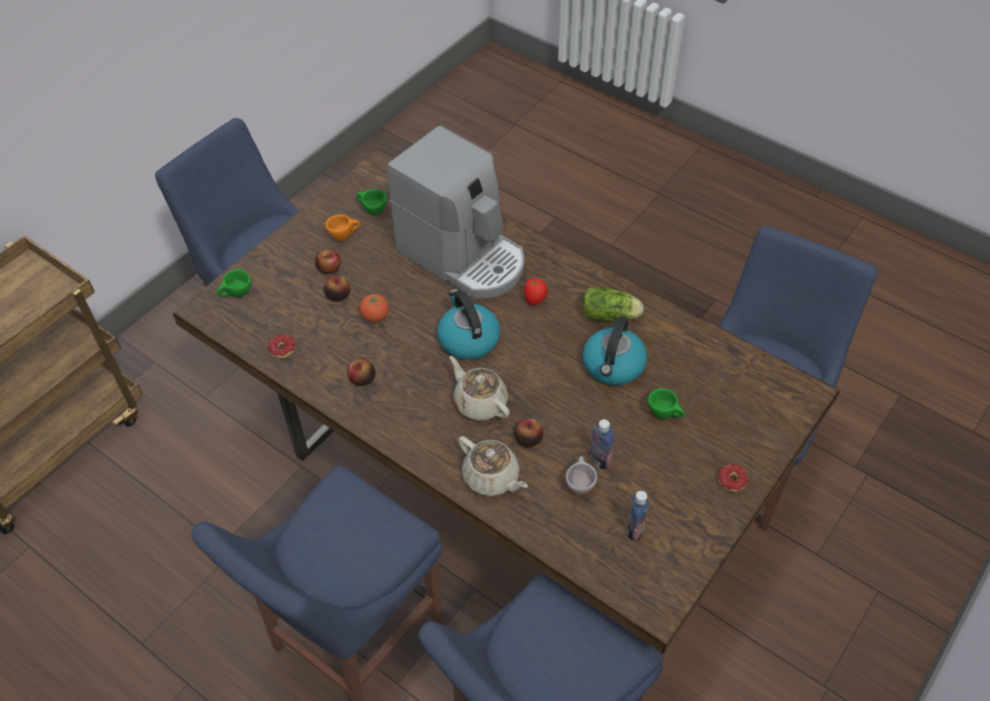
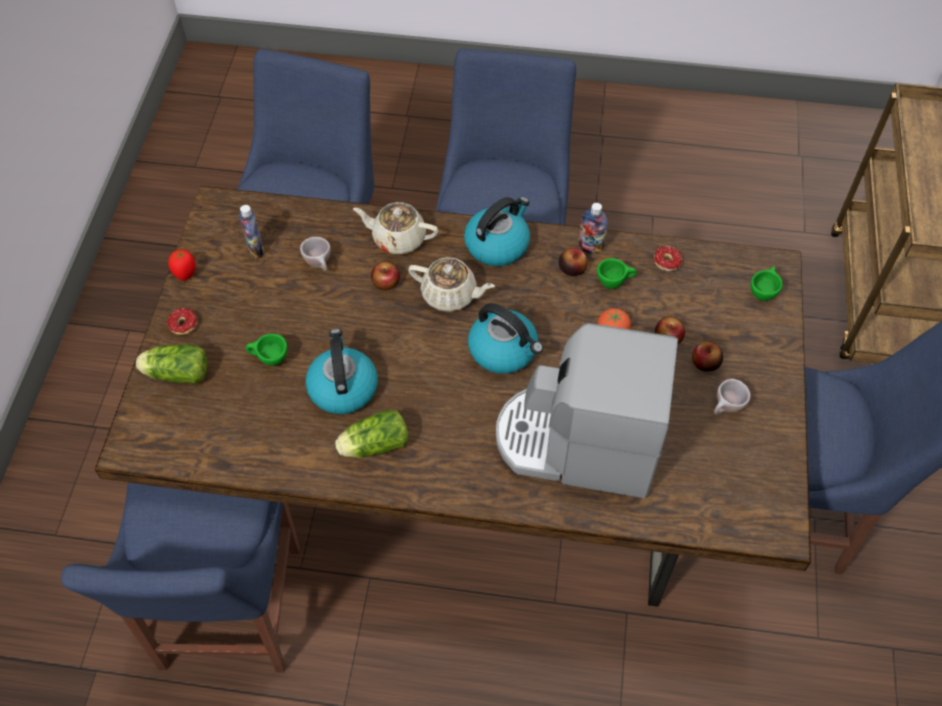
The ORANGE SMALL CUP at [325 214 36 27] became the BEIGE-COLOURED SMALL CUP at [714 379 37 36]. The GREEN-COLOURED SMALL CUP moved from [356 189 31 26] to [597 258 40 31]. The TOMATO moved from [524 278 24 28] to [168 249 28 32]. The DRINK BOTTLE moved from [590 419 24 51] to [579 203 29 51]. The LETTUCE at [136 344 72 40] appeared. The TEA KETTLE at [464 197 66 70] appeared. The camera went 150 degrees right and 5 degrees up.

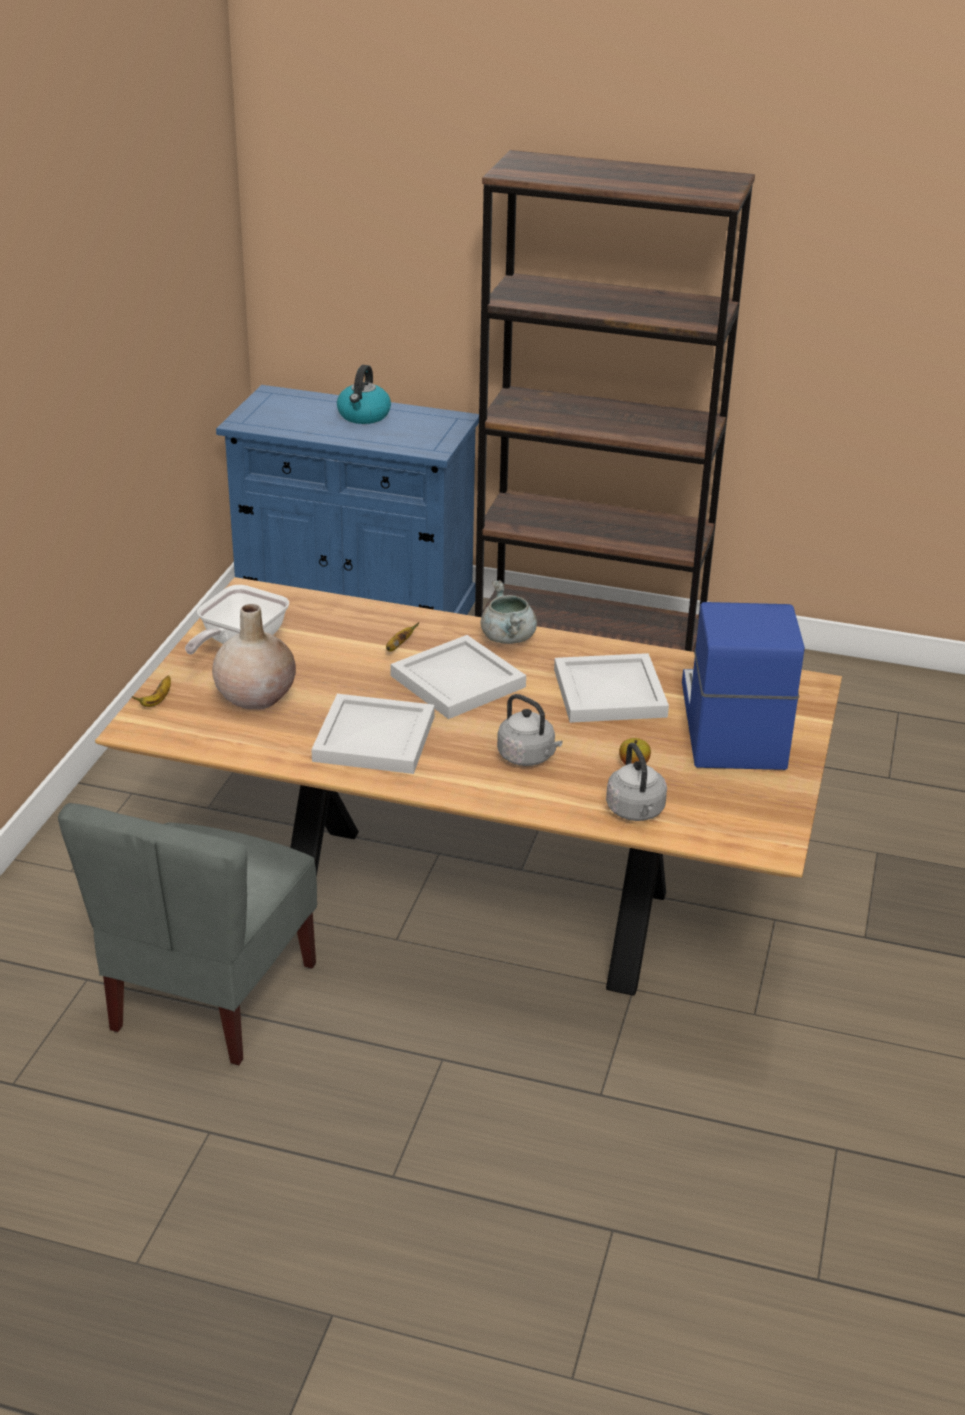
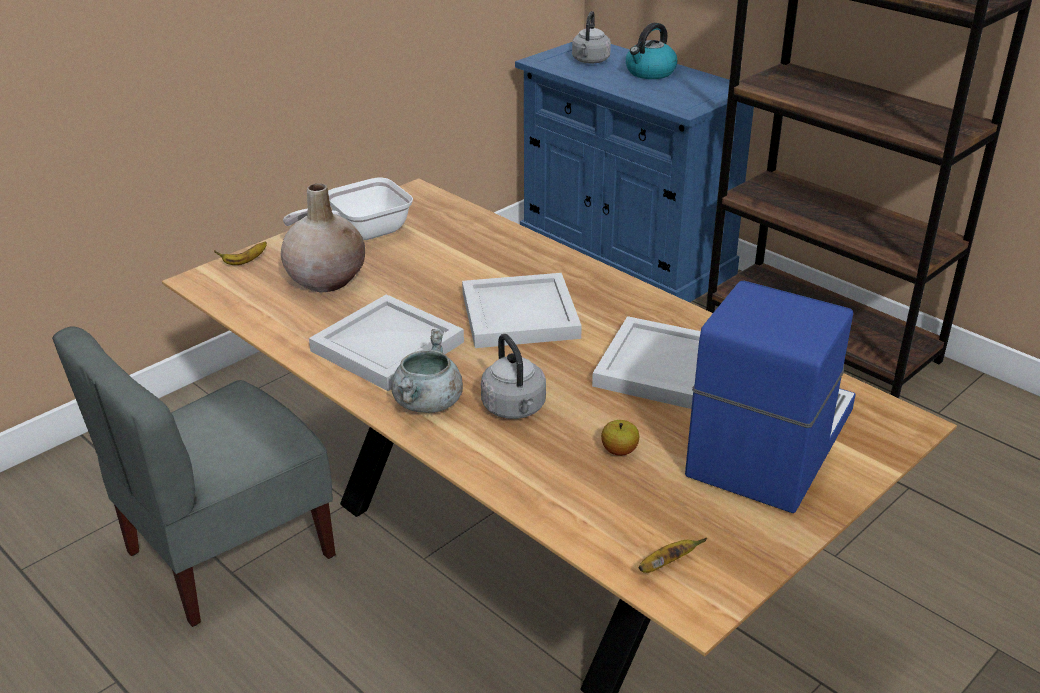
The BANANA FRUIT moved from [386 622 33 30] to [639 538 68 35]. The GREYISH SAUCEPOT moved from [481 580 56 64] to [391 329 72 84]. The GREYISH TEA KETTLE moved from [606 743 61 78] to [572 11 39 53]. The camera went 30 degrees right and 0 degrees up.

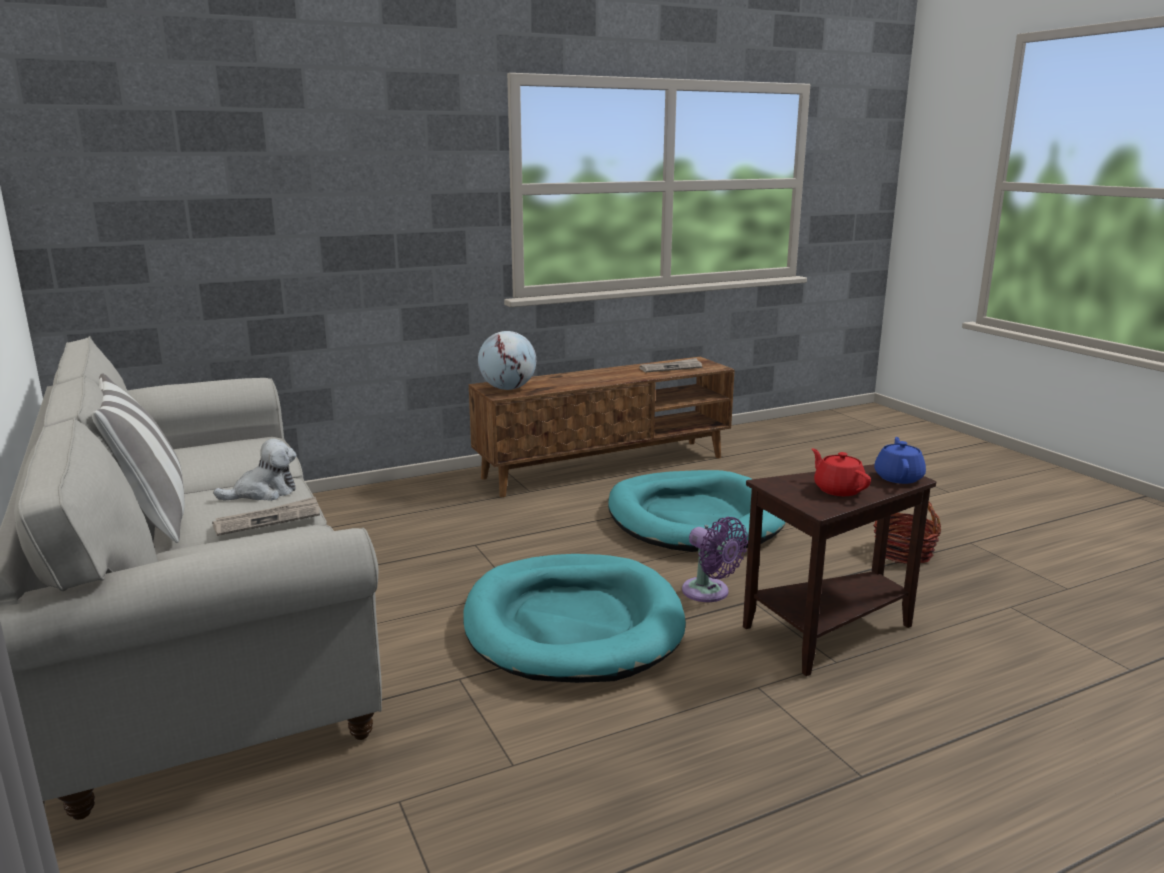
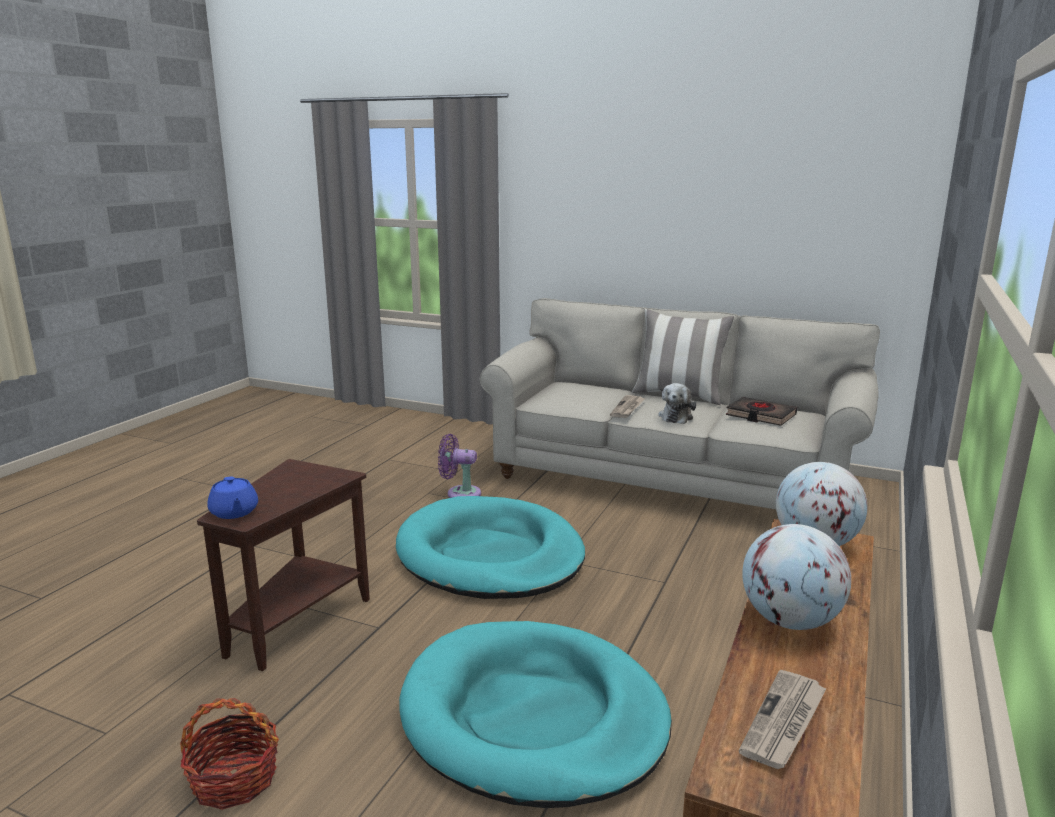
The PURPLISH COOLING FAN moved from [682 517 66 85] to [438 434 43 64]. The RED TEAPOT at [812 448 59 48] disappeared. The BLACK BOUND BOOK at [726 397 71 29] appeared. The DESK GLOBE at [742 524 109 106] appeared. The camera went 140 degrees right and 0 degrees up.

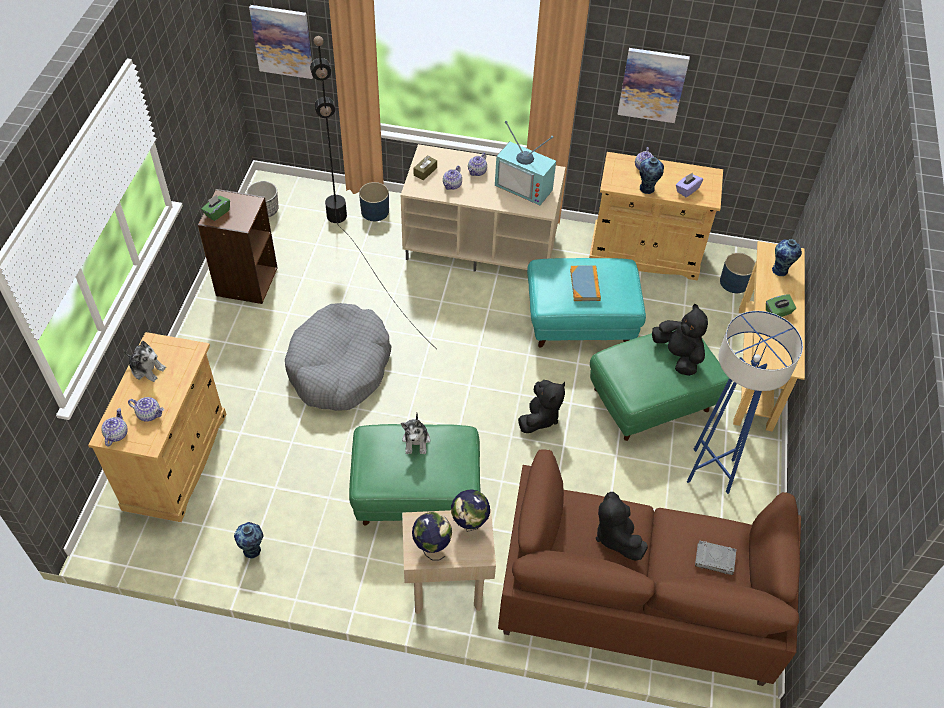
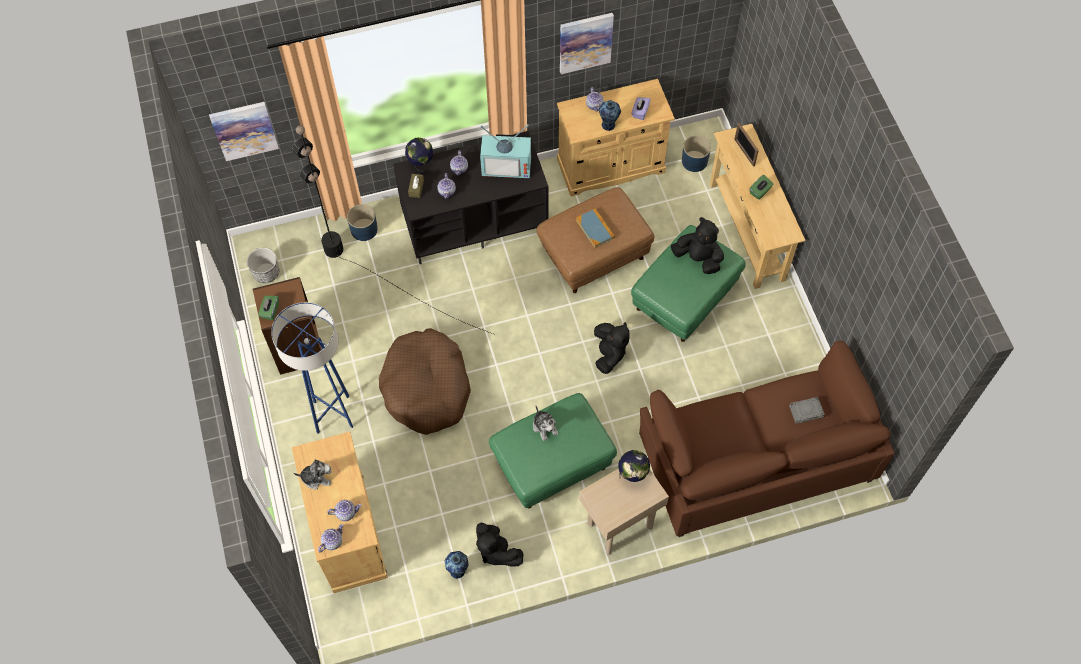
The TEAPOT at [101 408 27 38] turned 60 degrees clockwise. The GREYISH DOG BED at [285 303 106 108] became the BROWN DOG BED at [379 328 92 107]. The BEIGE-COLOURED MEDIA CONSOLE at [401 144 164 128] became the BLACK MEDIA CONSOLE at [393 131 155 133]. The DESK GLOBE moved from [412 512 40 49] to [405 137 28 35]. The BLUE-GREEN POUFFE at [527 258 119 89] became the BROWN POUFFE at [536 187 118 106]. The BLACK SOFT TOY moved from [596 492 52 69] to [476 522 48 45]. The BLUE-COLOURED STANDARD LAMP moved from [687 311 116 183] to [271 302 82 132]. The FLOWER VASE at [772 239 30 37] was replaced by the PHOTO FRAME at [734 123 25 44]. The camera went 25 degrees left and 10 degrees up.

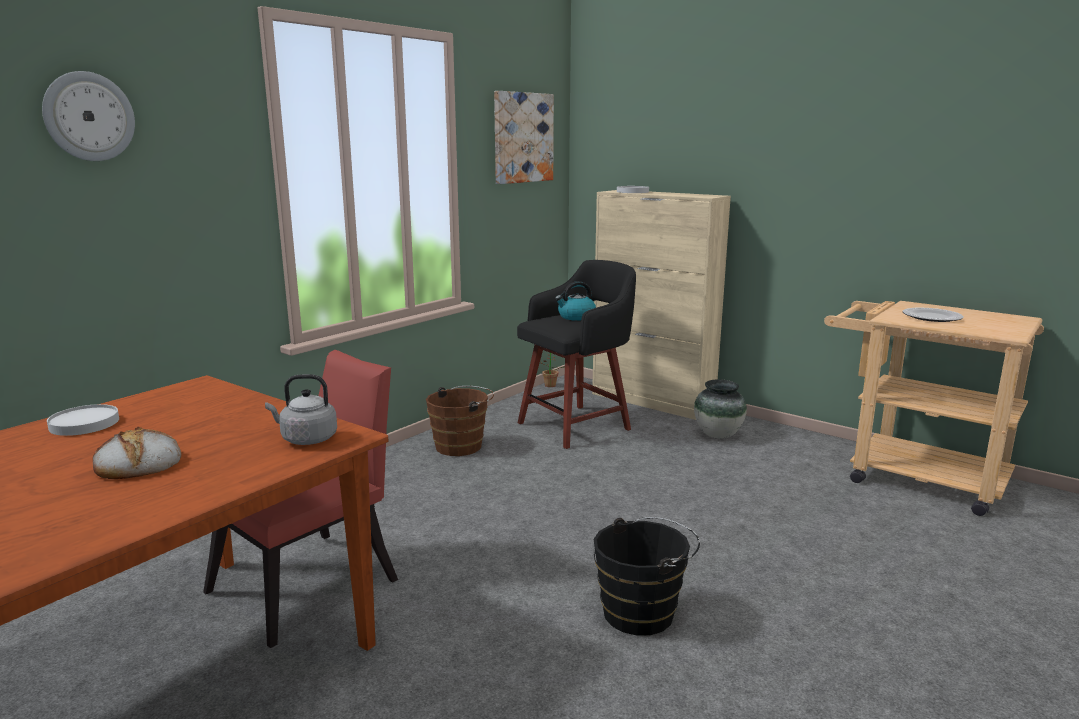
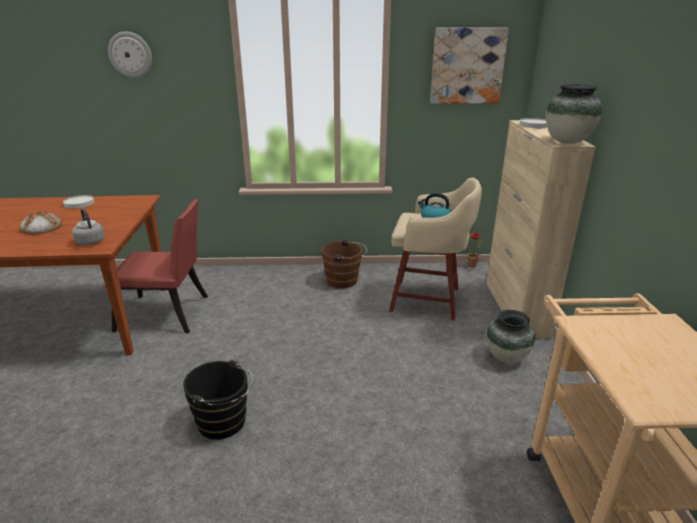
The BLACK STOOL SEAT at [517 260 119 189] became the BEIGE-COLOURED STOOL SEAT at [389 177 93 143]. The DINNER PLATE at [903 308 61 14] disappeared. The FLOWER VASE at [546 84 56 60] appeared. The camera went 50 degrees right and 10 degrees up.

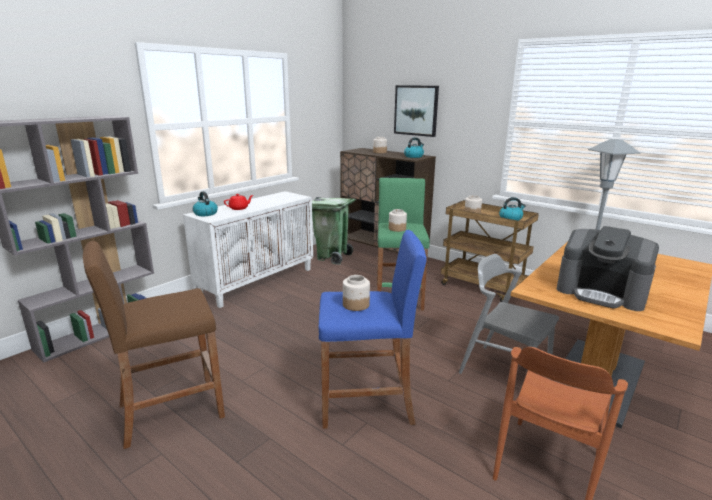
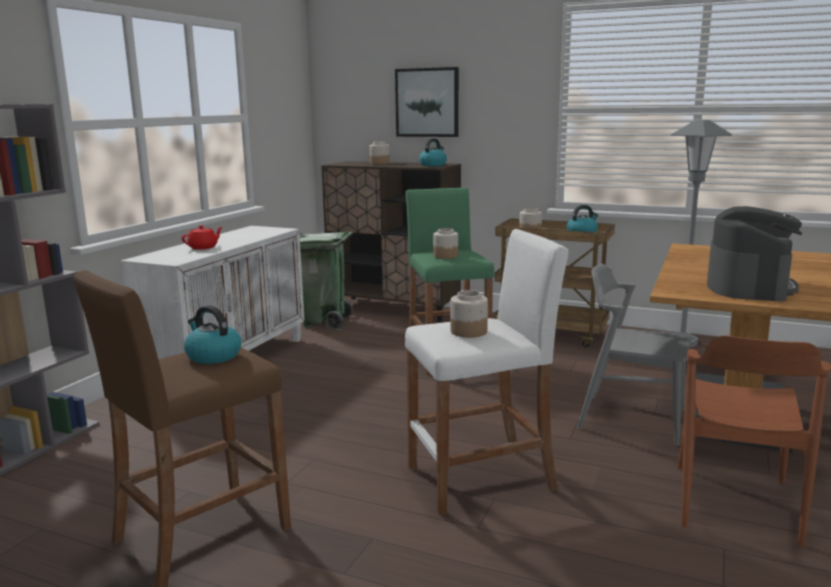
The TEA KETTLE moved from [193 191 25 25] to [184 305 57 59]. The BLUE-COLOURED STOOL SEAT at [318 230 108 199] became the WHITE STOOL SEAT at [405 229 163 286]. The COFFEE MACHINE at [557 226 102 85] turned 90 degrees counterclockwise. The camera went 15 degrees left and 5 degrees down.

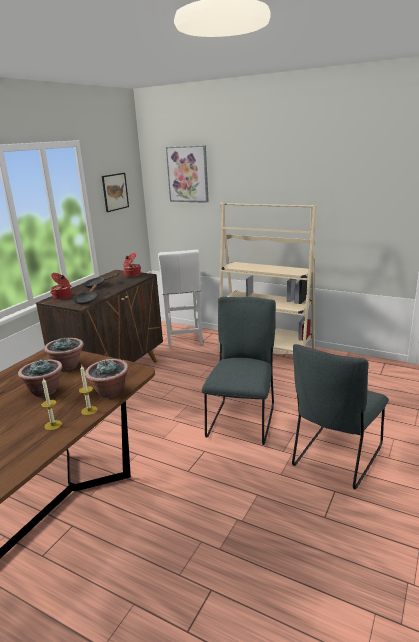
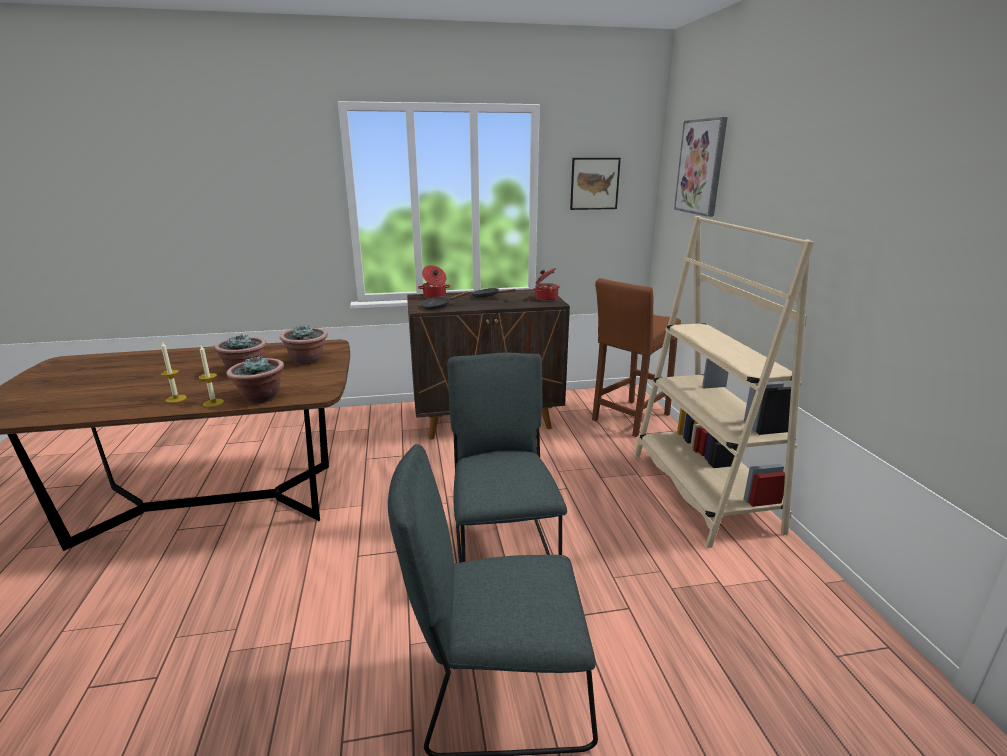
The WHITE STOOL SEAT at [158 250 45 97] became the BROWN STOOL SEAT at [592 278 89 159]. The GREYISH UPRIGHT CHAIR at [201 297 75 148] turned 75 degrees counterclockwise. The camera went 50 degrees right and 0 degrees up.

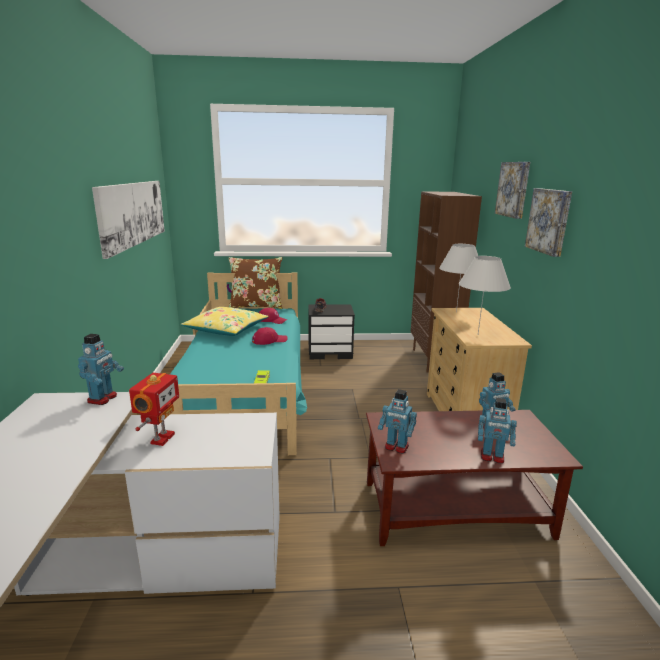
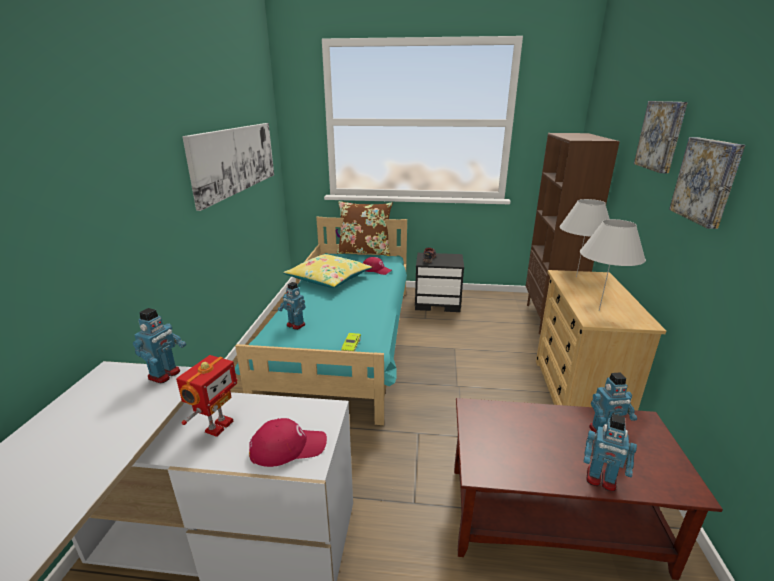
The RED BASEBALL CAP moved from [252 327 36 18] to [249 418 78 49]. The TOY ROBOT moved from [378 389 39 64] to [278 282 28 48]. The camera went 10 degrees right and 5 degrees up.

